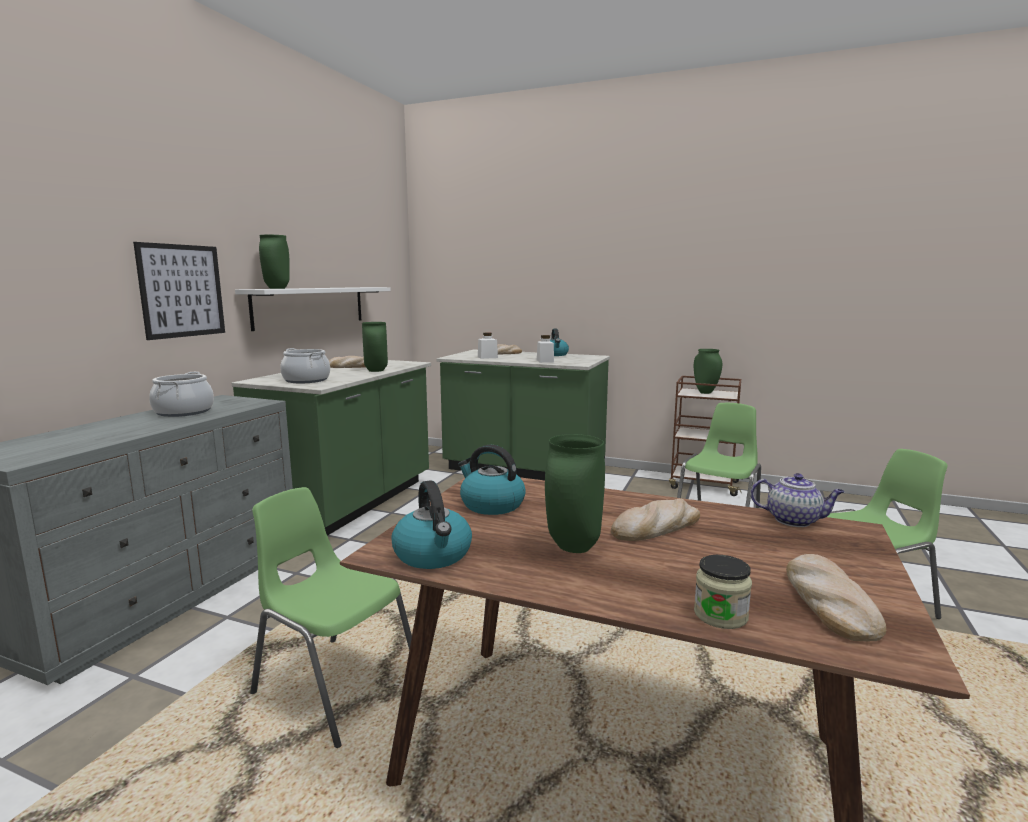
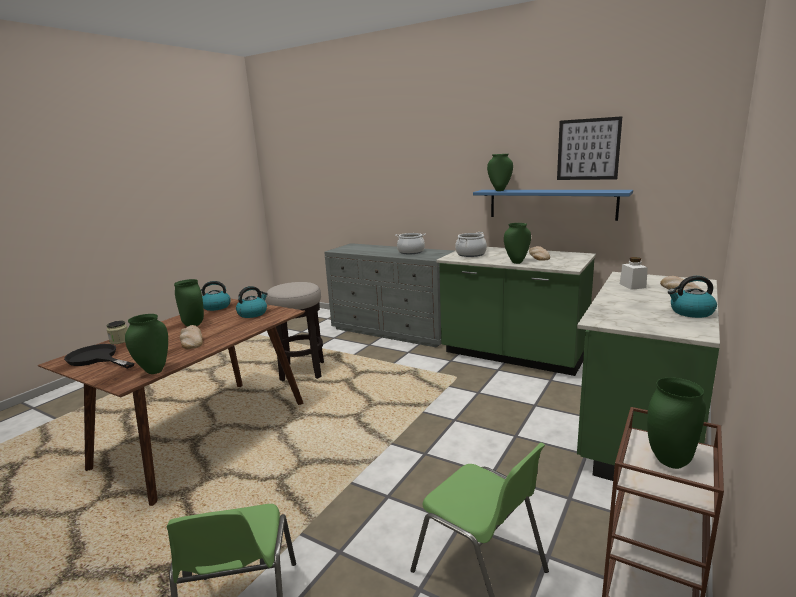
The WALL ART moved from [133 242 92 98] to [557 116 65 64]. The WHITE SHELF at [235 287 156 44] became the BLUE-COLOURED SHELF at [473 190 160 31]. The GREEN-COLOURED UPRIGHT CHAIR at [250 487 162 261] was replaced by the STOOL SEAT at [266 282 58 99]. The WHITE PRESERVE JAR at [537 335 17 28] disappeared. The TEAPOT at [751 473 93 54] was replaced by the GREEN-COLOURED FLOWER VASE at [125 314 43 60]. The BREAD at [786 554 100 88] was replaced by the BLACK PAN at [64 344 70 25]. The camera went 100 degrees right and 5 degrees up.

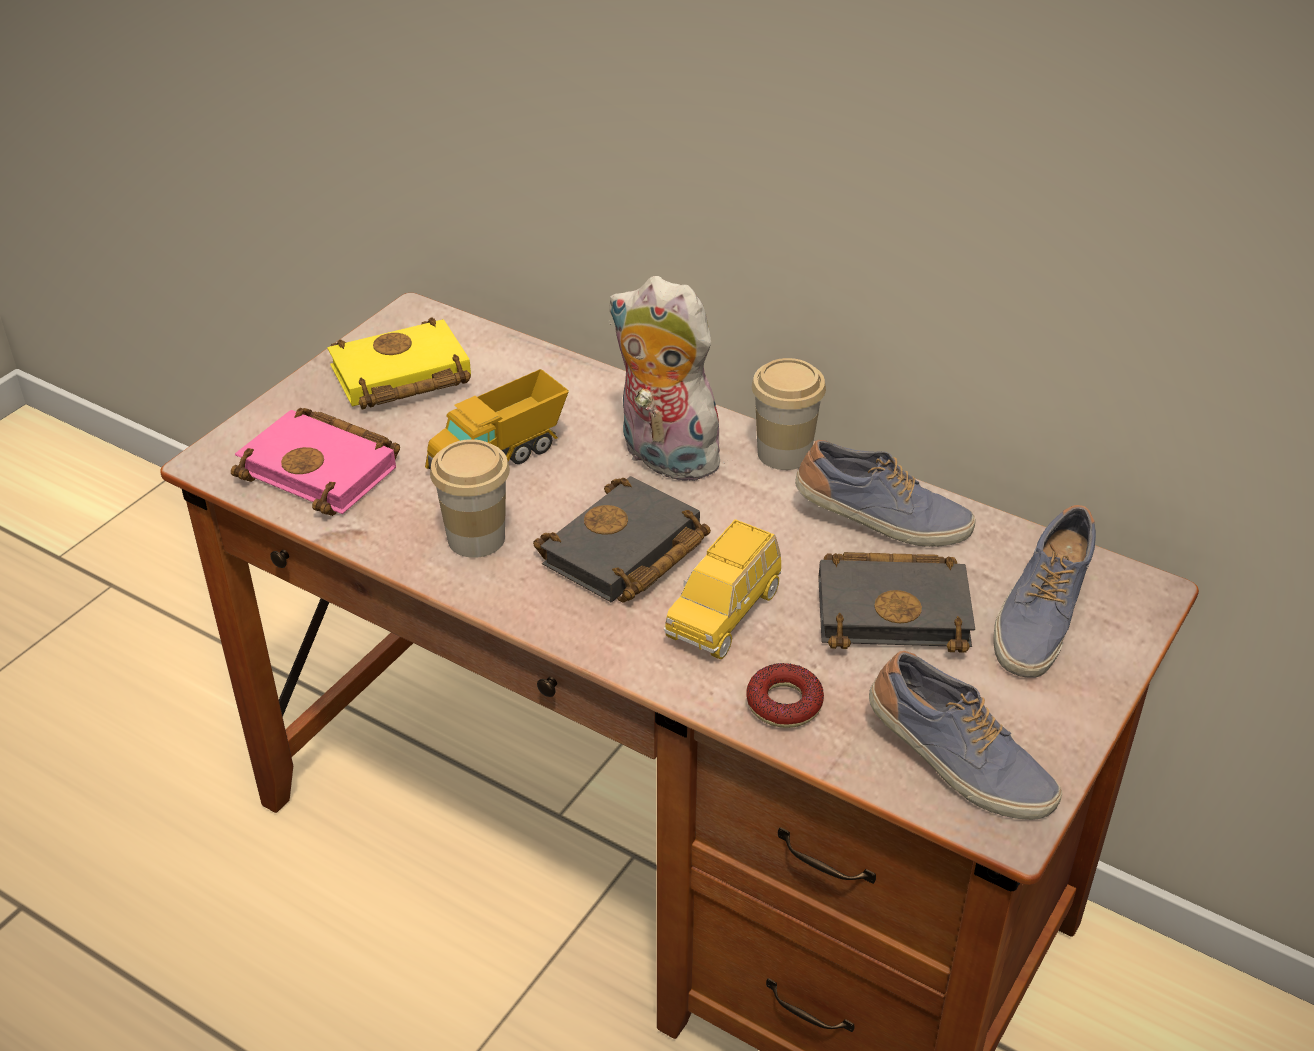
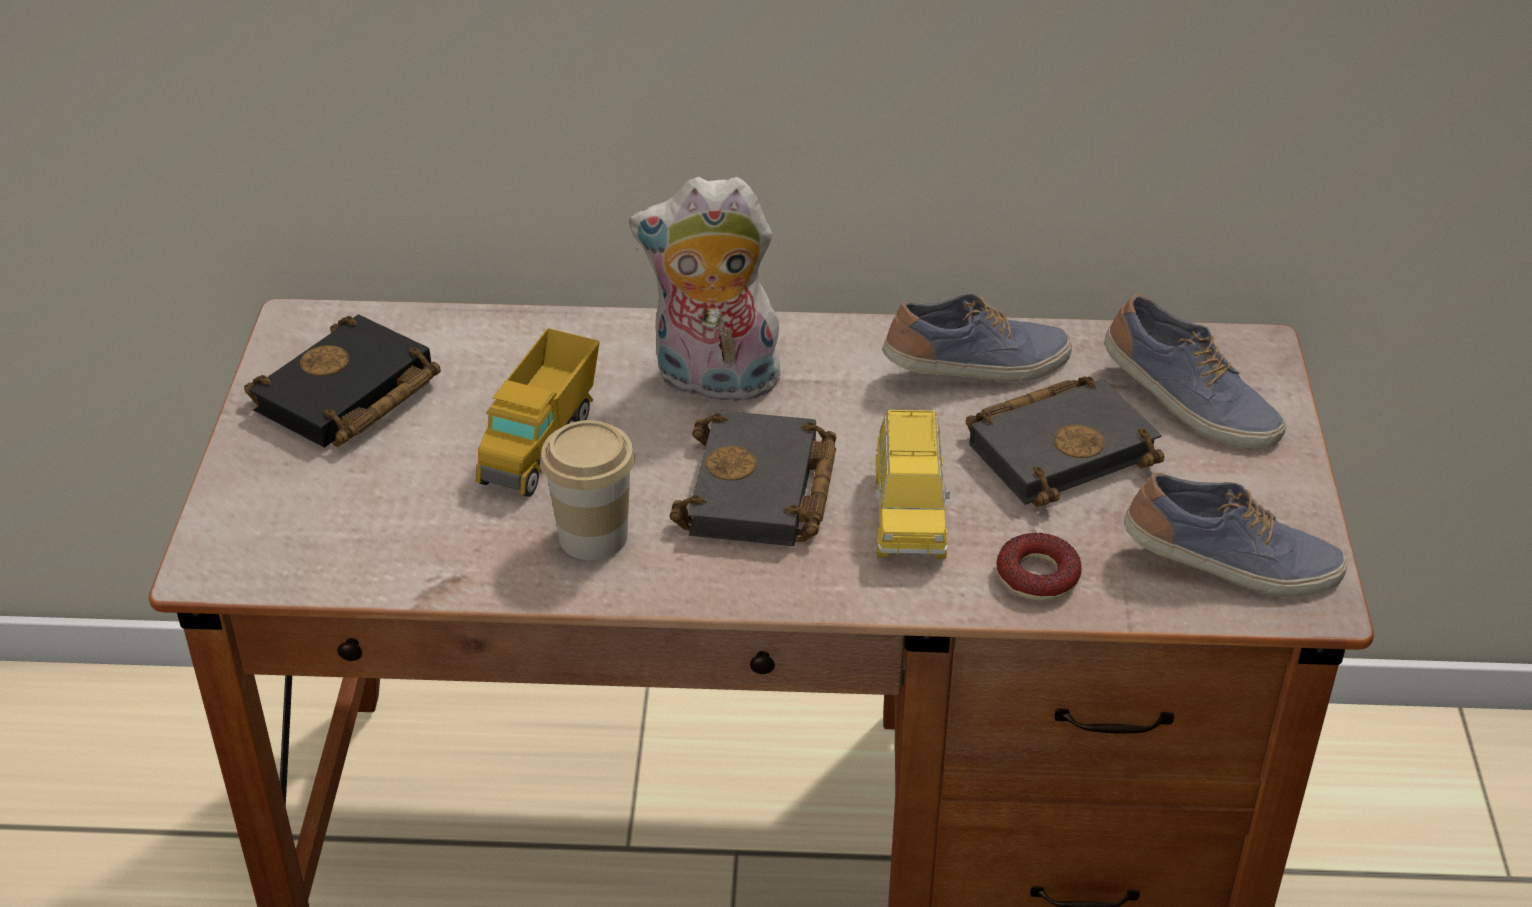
The PINKISH BOUND BOOK at [231 408 169 108] disappeared. The YELLOW BOUND BOOK at [328 317 143 93] became the BLACK BOUND BOOK at [244 315 197 133]. The SMALL CUP at [751 358 75 112] disappeared. The LOW SHOE at [994 505 102 173] turned 45 degrees counterclockwise. The camera went 30 degrees left and 0 degrees up.

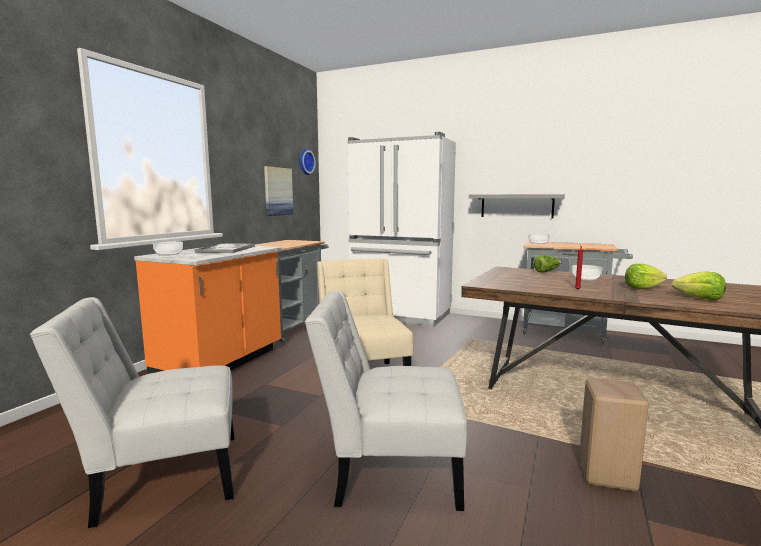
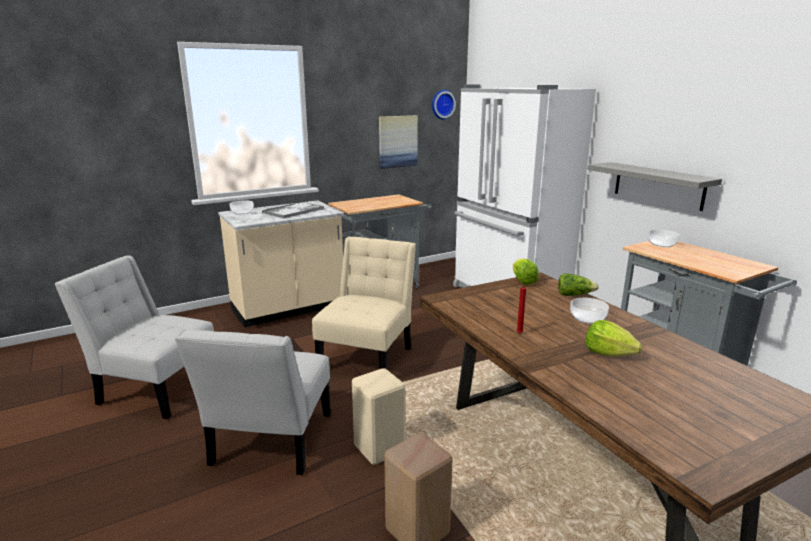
The ORANGE COUNTER at [134 246 148 128] became the BEIGE-COLOURED COUNTER at [218 200 126 128]. The WHITE UPRIGHT CHAIR at [305 290 163 221] turned 120 degrees counterclockwise. The LETTUCE moved from [672 271 54 29] to [513 259 26 26]. The BEIGE-COLOURED STOOL SEAT at [352 368 53 97] appeared. The camera went 35 degrees right and 10 degrees up.

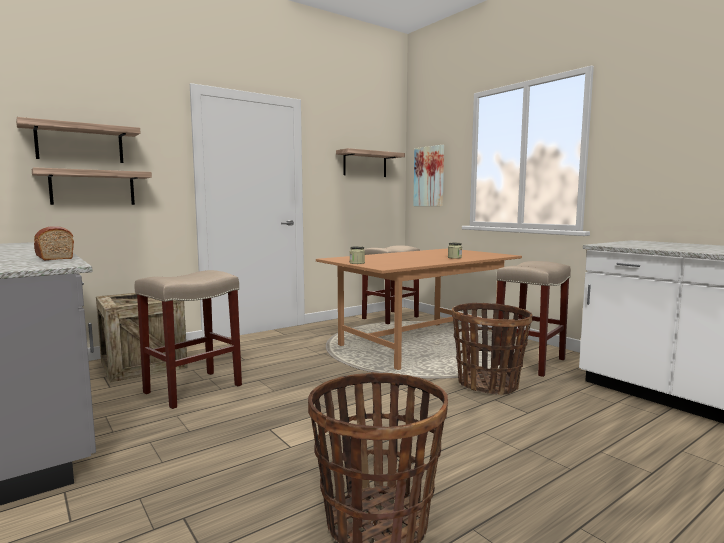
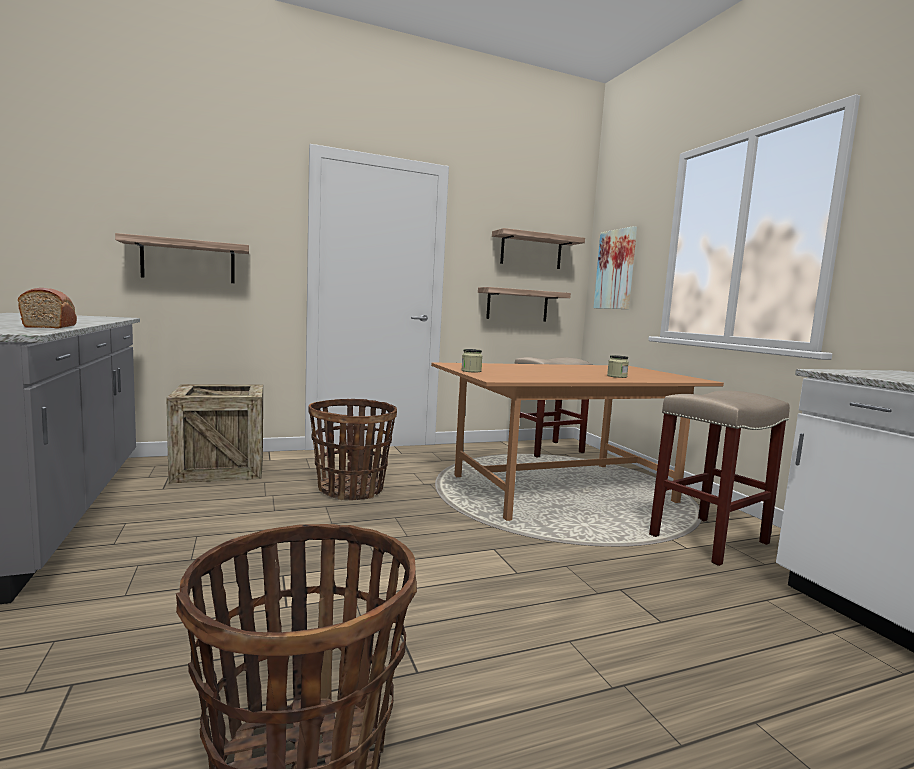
The SHELF moved from [16 117 125 46] to [478 287 93 35]. The BEIGE-COLOURED STOOL SEAT at [135 270 107 139] disappeared. The HOUSEHOLD BASKET moved from [452 303 80 92] to [308 399 89 101]. The camera went 15 degrees right and 0 degrees up.

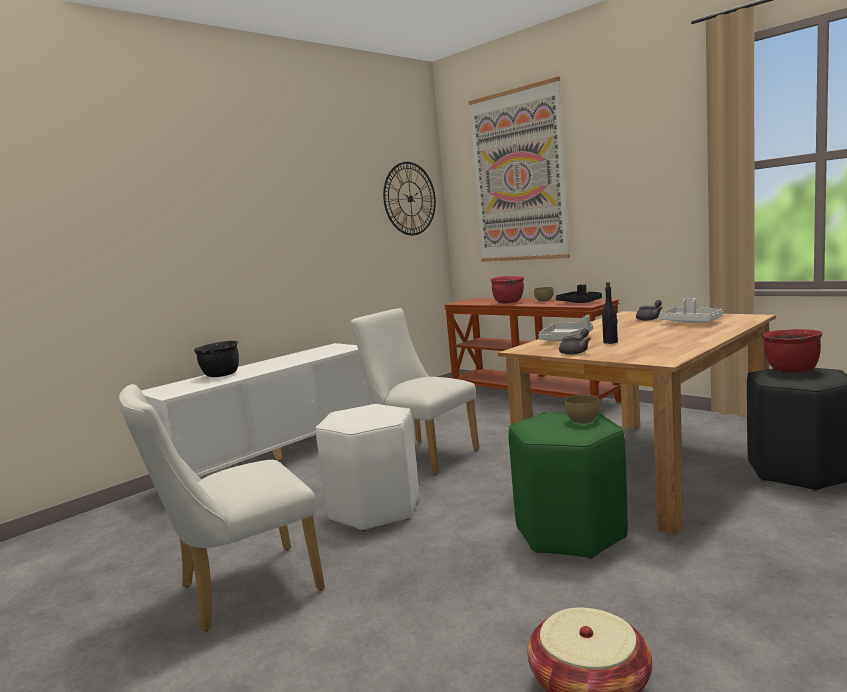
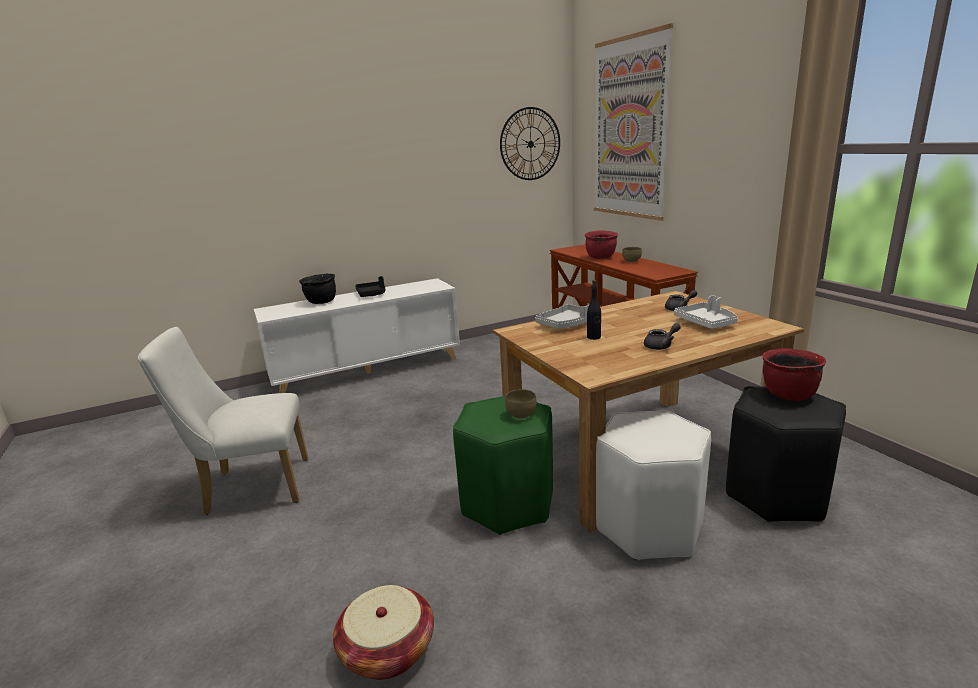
The WHITE STOOL SEAT moved from [316 404 103 127] to [596 410 115 150]. The WHITE UPRIGHT CHAIR at [350 308 129 167] disappeared. The BLACK TRAY moved from [556 285 46 18] to [356 276 29 21]. The GREYISH TEAPOT moved from [559 328 32 27] to [644 323 37 27]. The camera went 20 degrees right and 10 degrees up.

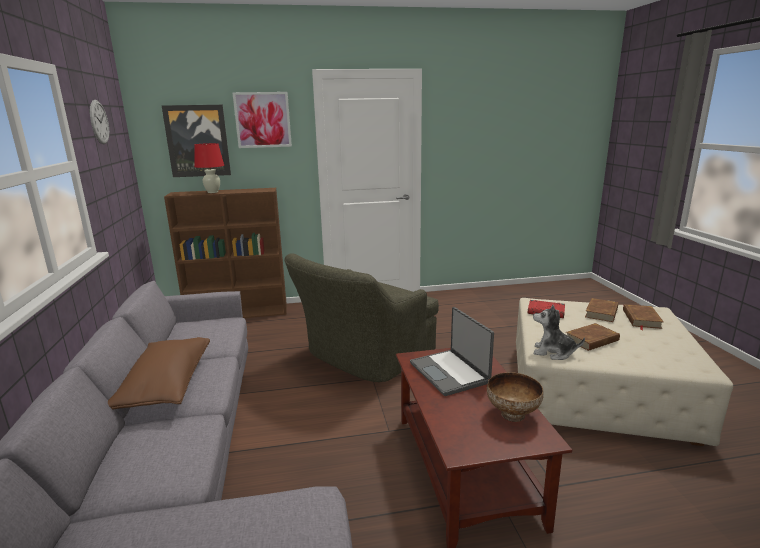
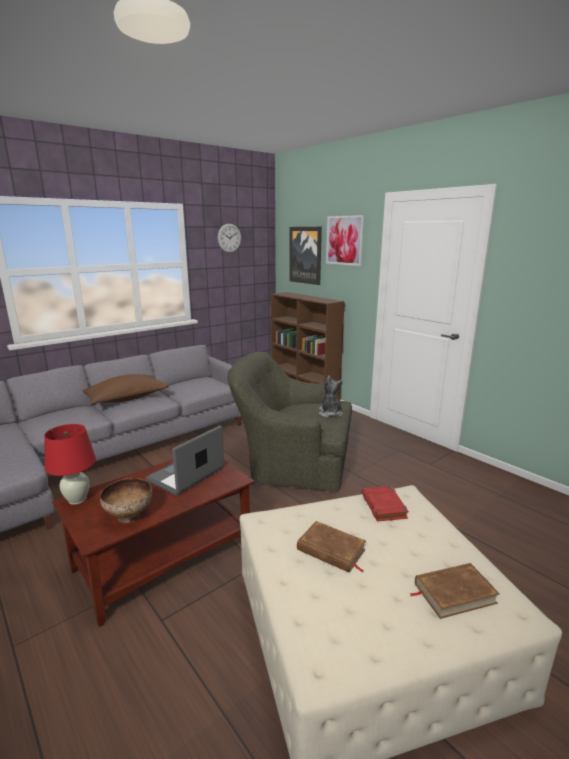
The RED TABLE LAMP moved from [194 143 30 50] to [44 424 52 81]. The SOFT TOY moved from [533 305 52 55] to [319 376 24 41]. The BROWN BOUND BOOK at [585 298 33 24] disappeared. The camera went 60 degrees right and 0 degrees up.

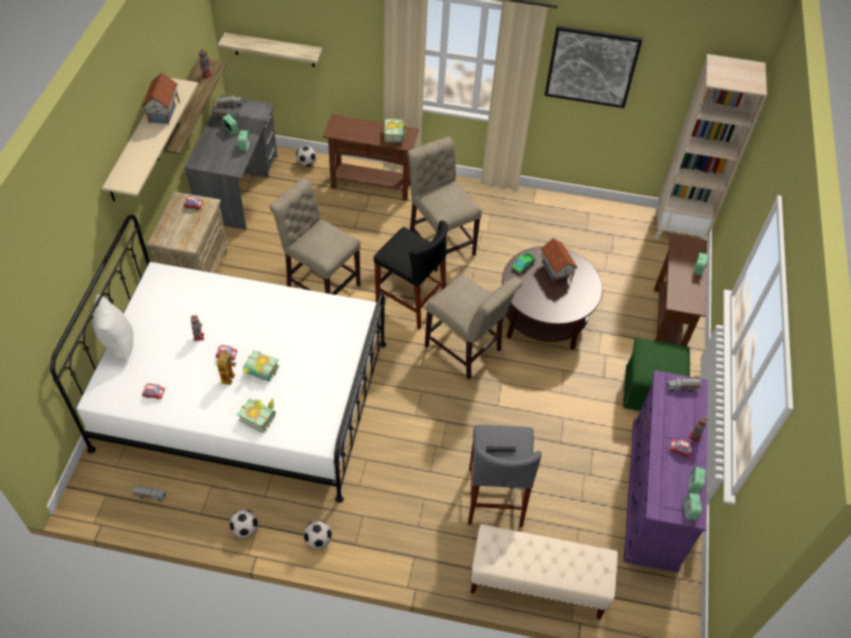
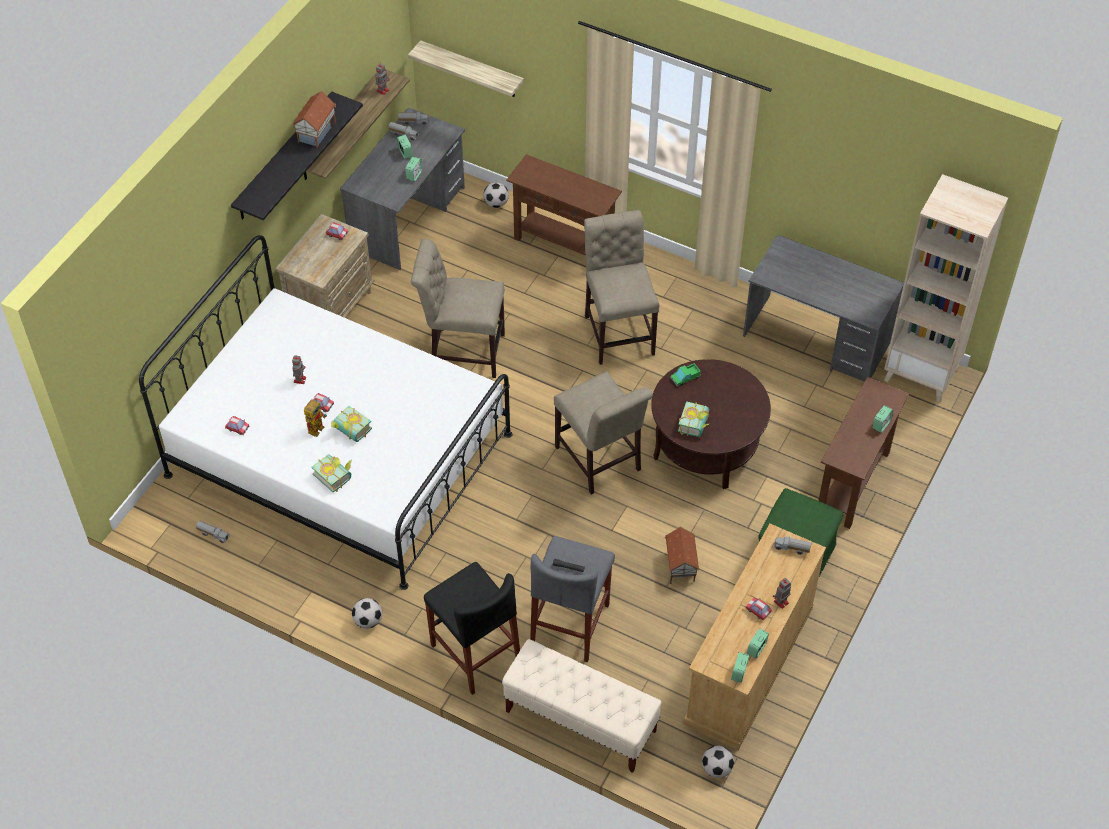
The WHITE PILLOW at [92 294 41 68] disappeared. The BEIGE-COLOURED SHELF at [102 78 96 123] became the BLACK SHELF at [231 91 132 129]. The FOOTBALL BALL moved from [230 509 28 29] to [702 745 32 33]. The BEIGE-COLOURED UPRIGHT CHAIR at [269 178 92 117] turned 45 degrees counterclockwise. The BLACK STOOL SEAT moved from [374 220 74 110] to [424 562 96 133]. The BOUND BOOK moved from [384 118 24 25] to [678 401 31 36]. The MODEL HOUSE moved from [541 238 37 49] to [665 527 35 57]. The WALL ART at [544 25 99 83] disappeared. The PURPLISH DRAWER CHEST at [623 370 85 203] became the BEIGE-COLOURED DRAWER CHEST at [683 524 143 226]. The GREYISH DESK at [743 235 161 147] appeared. The camera went 20 degrees right and 0 degrees up.

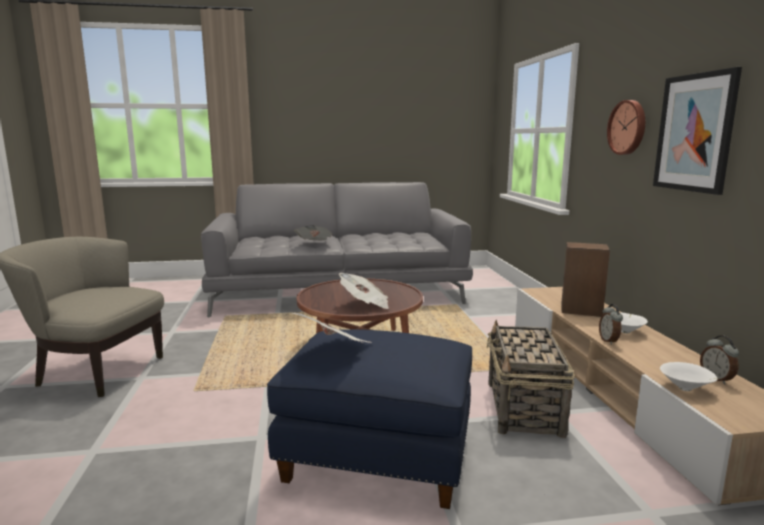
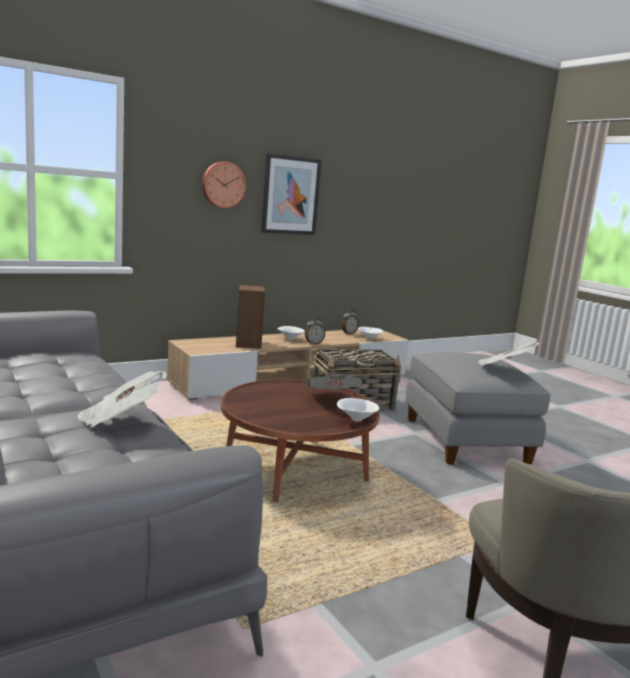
The BLUE-COLOURED POUFFE at [267 329 205 180] became the GREYISH POUFFE at [405 352 146 112]. The WHITE DEEP DISH at [337 398 43 24] appeared. The camera went 115 degrees left and 0 degrees up.

